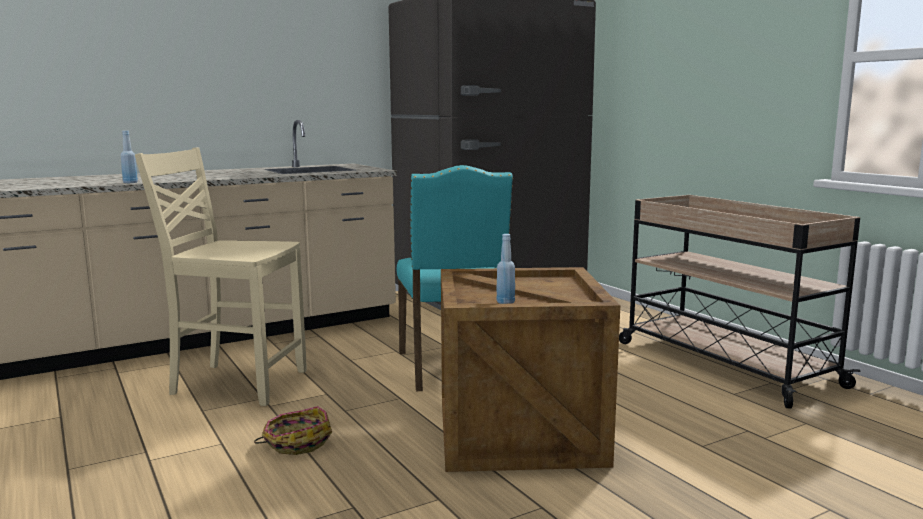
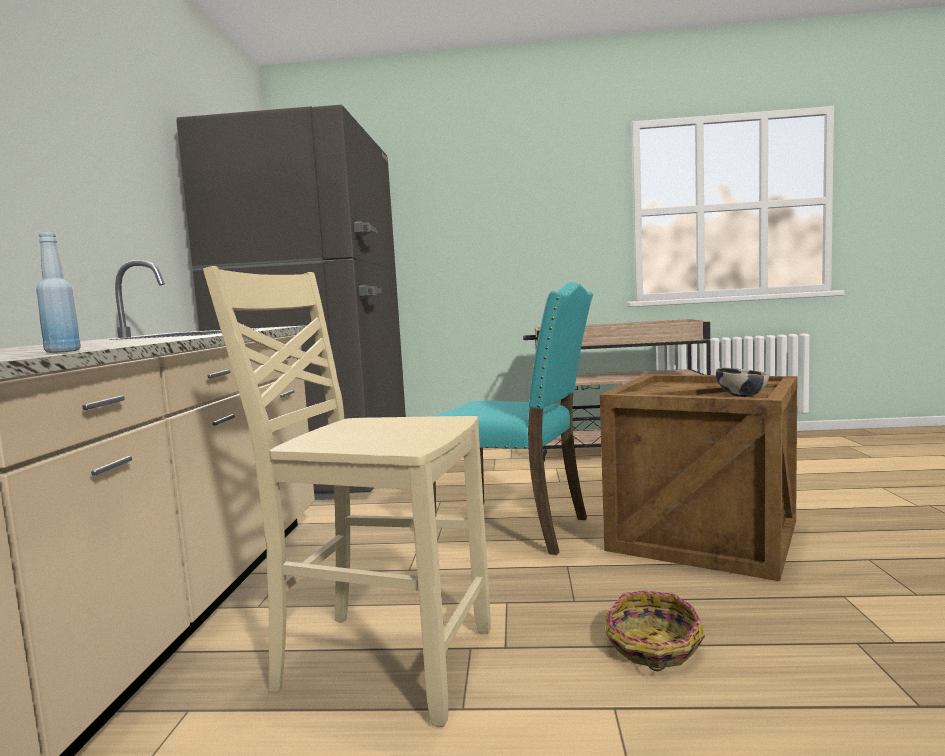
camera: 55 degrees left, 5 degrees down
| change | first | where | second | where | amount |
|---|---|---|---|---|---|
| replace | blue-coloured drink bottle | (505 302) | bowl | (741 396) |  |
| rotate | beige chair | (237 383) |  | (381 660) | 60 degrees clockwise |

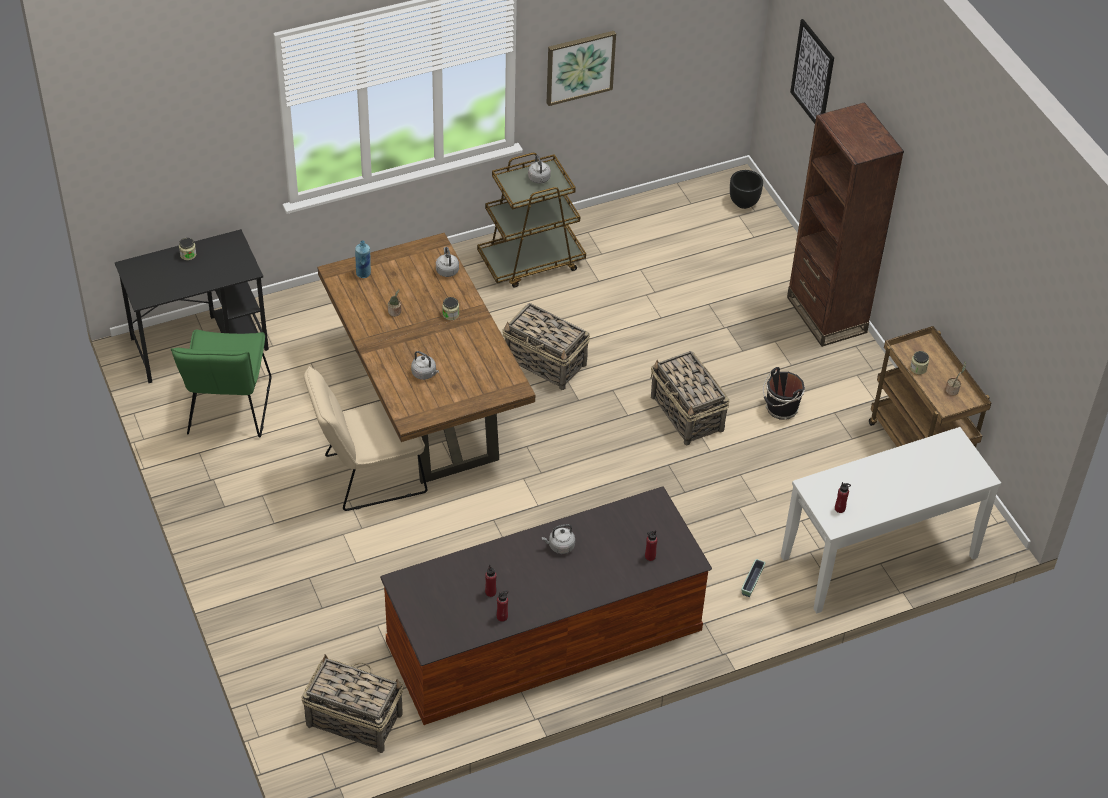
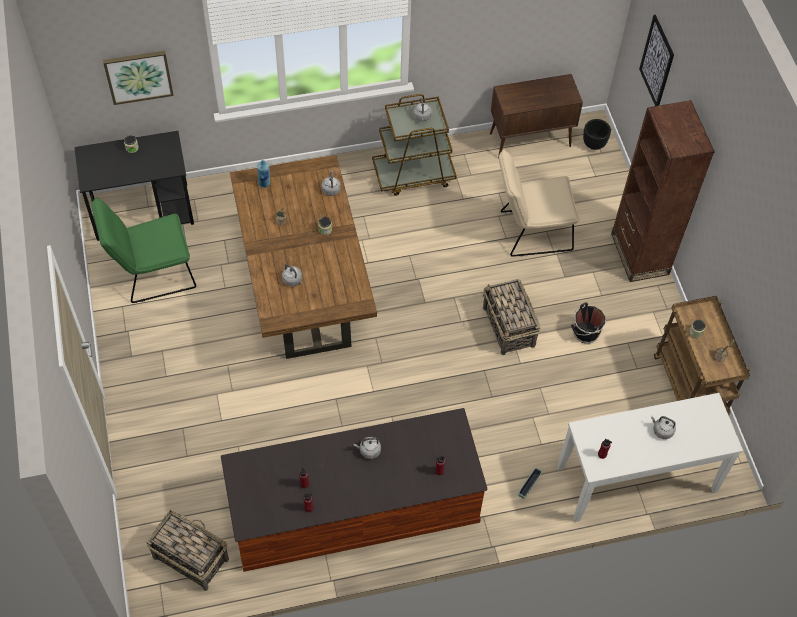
camera: 10 degrees right, 10 degrees up
| change | first | where | second | where | amount |
|---|---|---|---|---|---|
| delete | basket | (546 362) |  |  |  |
| insert |  |  | brownish cabinet | (531 140) |  |
| insert |  |  | gray kettle | (661 430) |  |
| move | beige chair | (367 476) |  | (530 231) |  |
| move | wall art | (579 66) |  | (138 76) |  |
| rotate | green-coloured chair | (228 412) |  | (151 274) | 60 degrees clockwise |

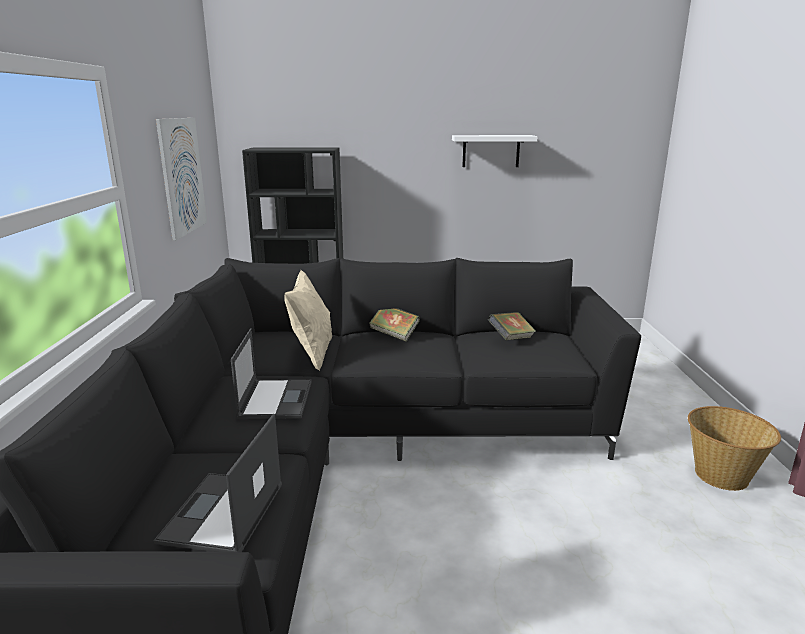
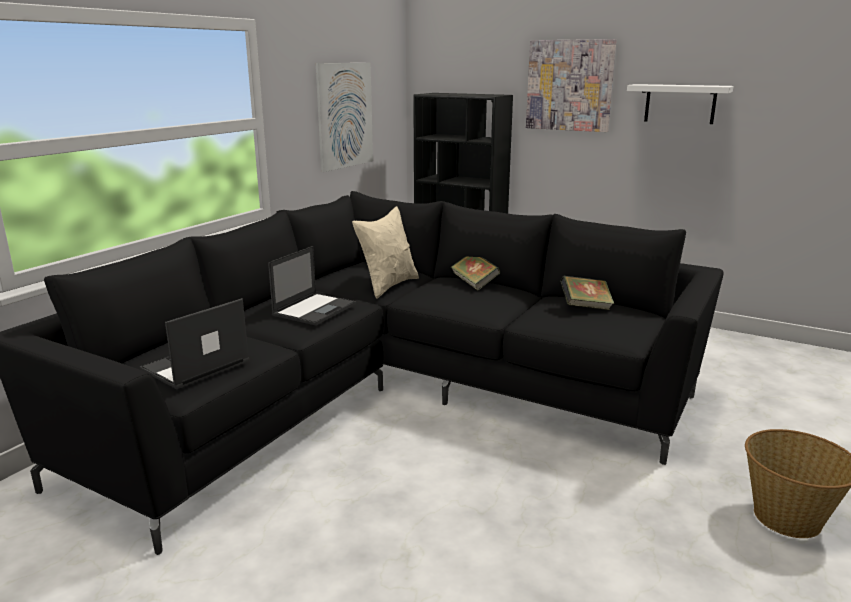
camera: 30 degrees right, 0 degrees up
| change | first | where | second | where | amount |
|---|---|---|---|---|---|
| insert |  |  | wall art | (569 85) |  |

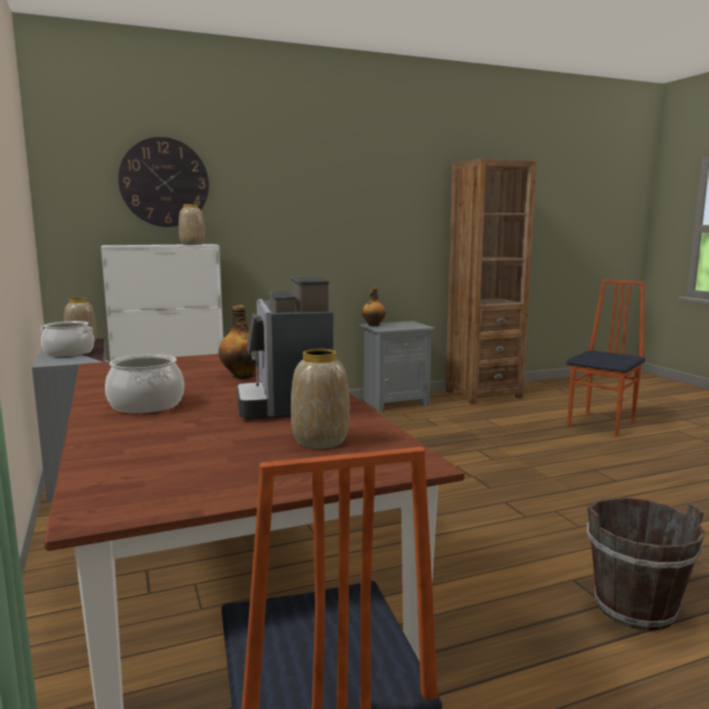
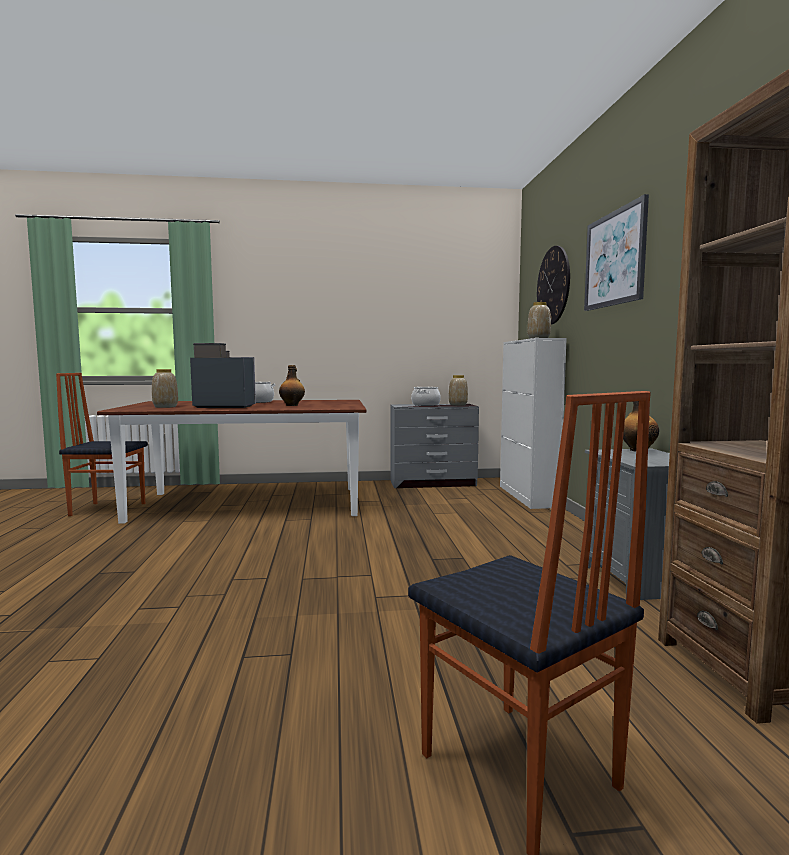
camera: 105 degrees right, 5 degrees down
| change | first | where | second | where | amount |
|---|---|---|---|---|---|
| delete | brownish water bucket | (634 607) |  |  |  |
| insert |  |  | wall art | (614 259) |  |

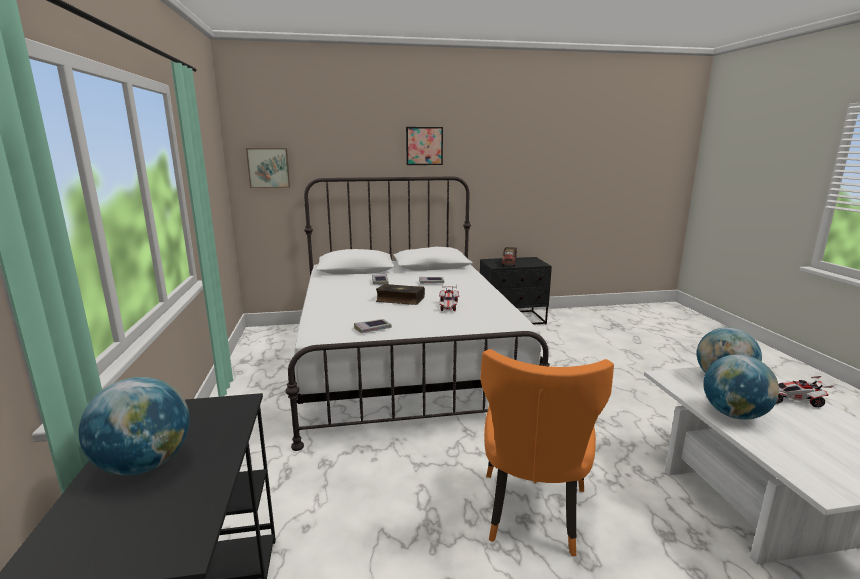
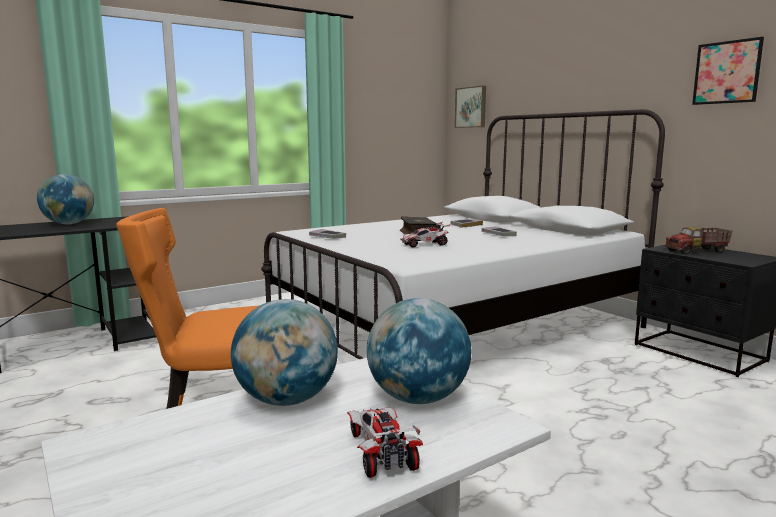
camera: 65 degrees right, 5 degrees down
| change | first | where | second | where | amount |
|---|---|---|---|---|---|
| move | wall art | (424 146) |  | (726 72) |  |

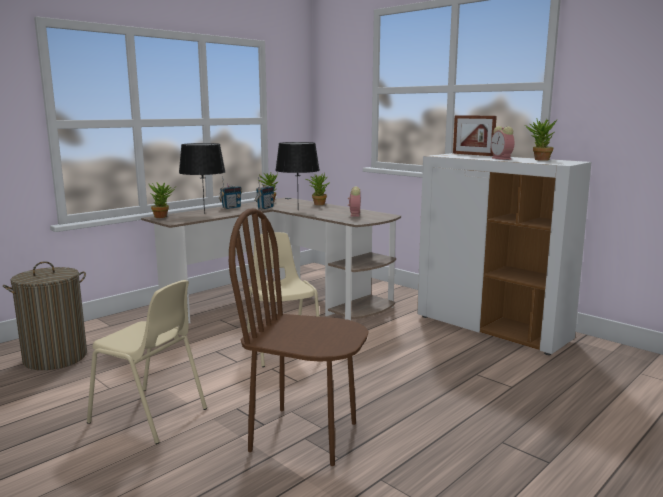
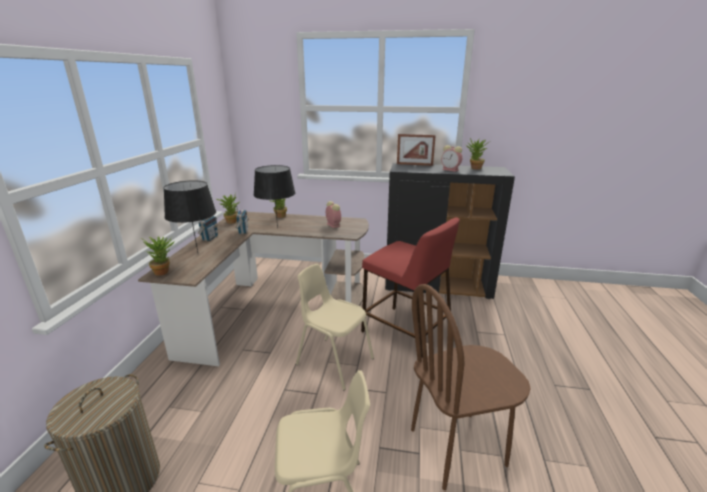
camera: 35 degrees left, 10 degrees up
| change | first | where | second | where | amount |
|---|---|---|---|---|---|
| insert |  |  | red-coloured stool | (405 332) |  |
| recolor | white cabinet | (492 329) | black-coloured cabinet | (438 287) |  |

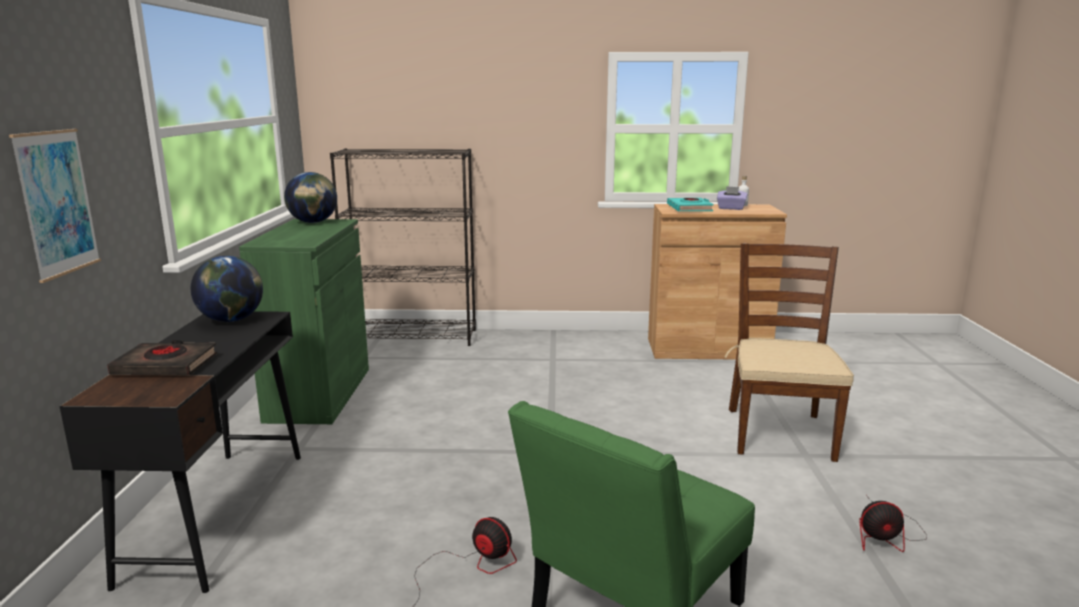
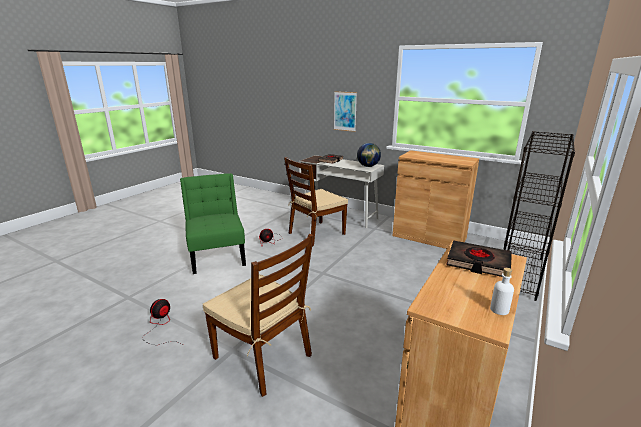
camera: 120 degrees right, 5 degrees up
| change | first | where | second | where | amount |
|---|---|---|---|---|---|
| delete | world globe | (313 222) |  |  |  |
| delete | purplish tissue holder | (731 208) |  |  |  |
| insert |  |  | brownish chair | (316 233) |  |
| recolor | black-coloured desk unit | (219 513) | white desk unit | (340 216) |  |
| recolor | green-coloured cabinet | (319 394) | brownish cabinet | (429 237) |  |
| recolor | blue-green bound book | (689 208) | black-coloured bound book | (478 262) |  |

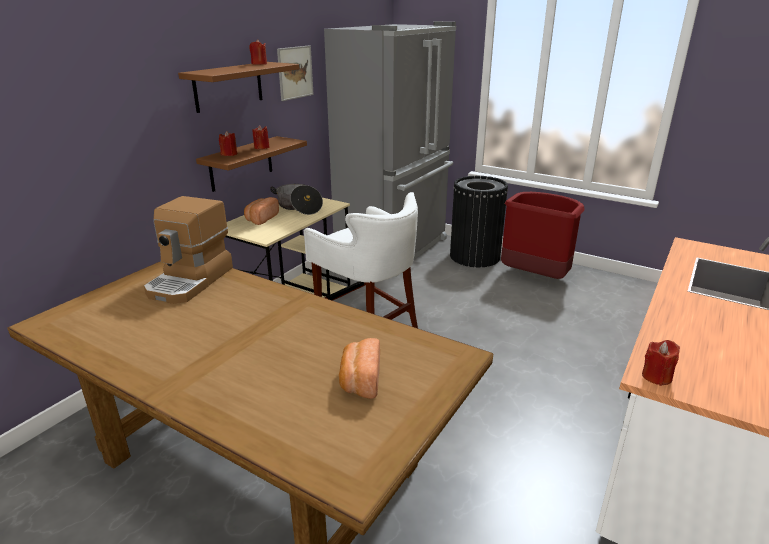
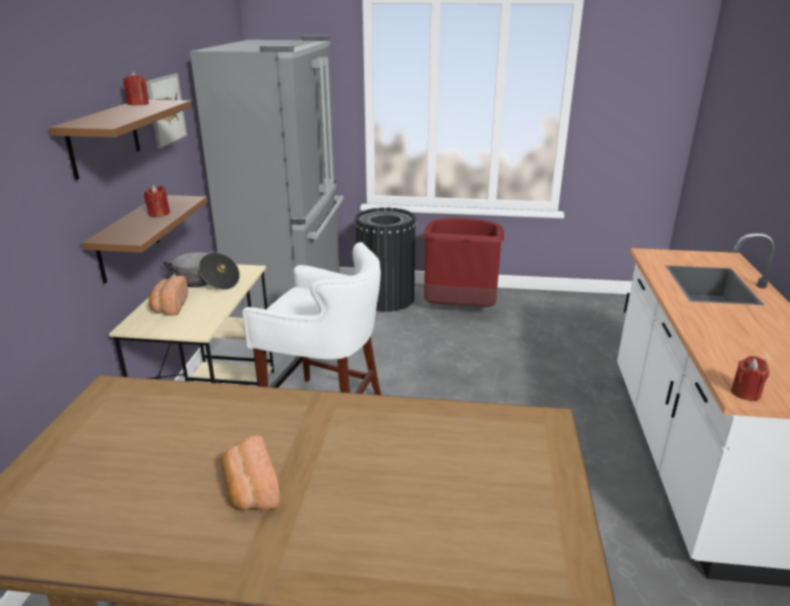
camera: 25 degrees left, 0 degrees up
| change | first | where | second | where | amount |
|---|---|---|---|---|---|
| delete | coffee maker | (191 281) |  |  |  |
| delete | red-coloured candle | (229 154) |  |  |  |
| move | bakery bread | (360 380) |  | (250 490) |  |

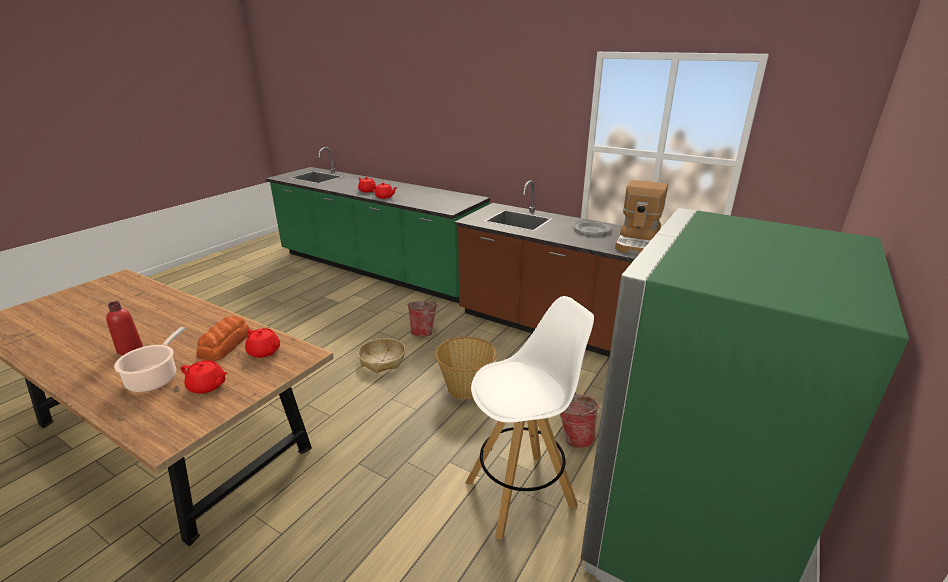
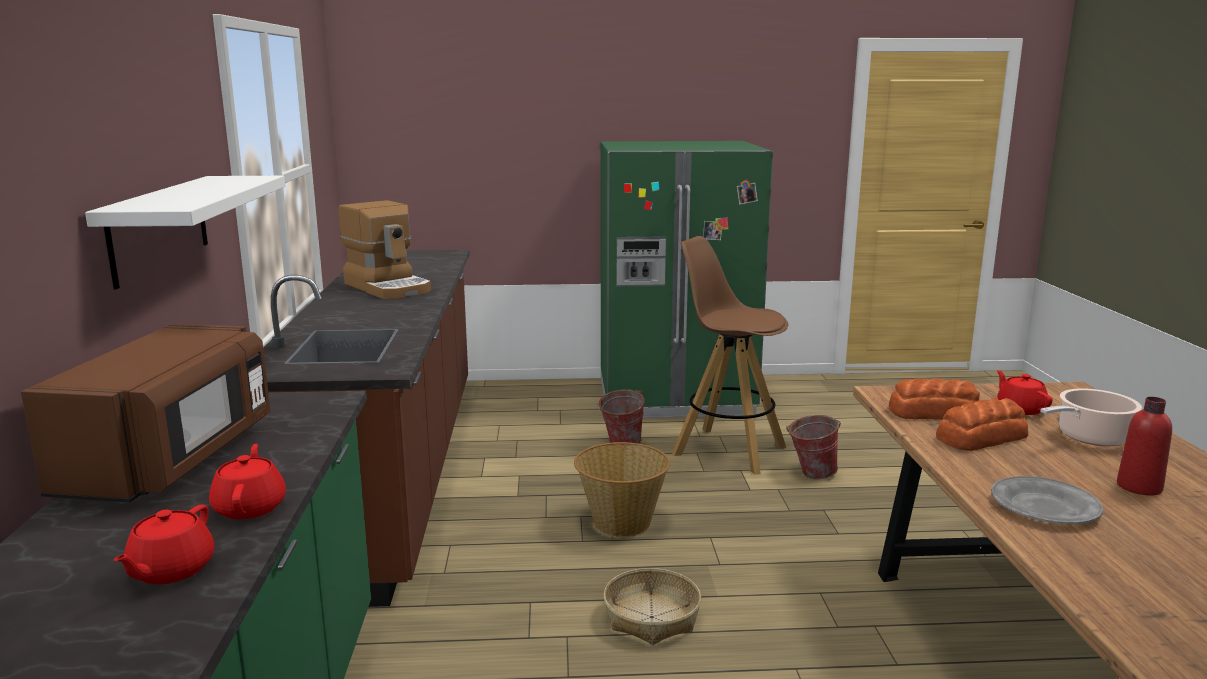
camera: 125 degrees left, 10 degrees down
| change | first | where | second | where | amount |
|---|---|---|---|---|---|
| insert |  |  | brownish microwave | (172 459) |  |
| insert |  |  | white bracket shelf | (159 228) |  |
| move | water bucket | (424 332) |  | (810 474) |  |
| move | gray flat dish | (591 229) |  | (1044 507) |  |
| replace | red-coloured teapot | (264 352) | bakery bread | (933 412) |  |
| recolor | white stool | (521 493) | brownish stool | (728 450) |  |
| rotate | coffee maker | (638 242) |  | (389 287) | 60 degrees clockwise |

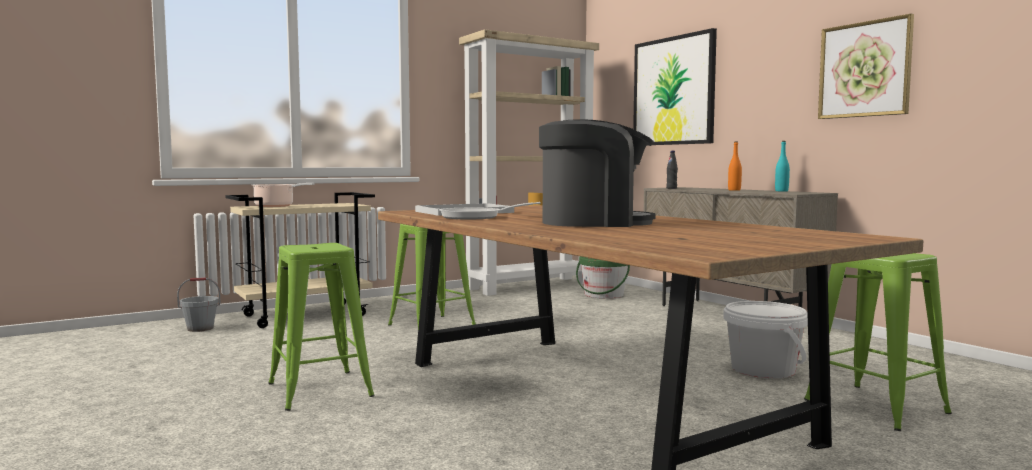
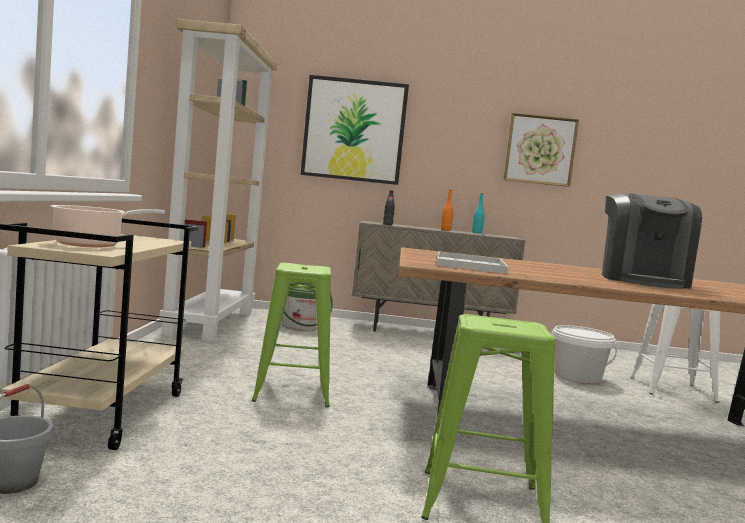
camera: 55 degrees left, 0 degrees up
| change | first | where | second | where | amount |
|---|---|---|---|---|---|
| delete | pan | (476 217) |  |  |  |
| recolor | green-coloured stool | (874 406) | white stool | (671 389) |  |
| rotate | coffee maker | (594 222) |  | (642 281) | 150 degrees clockwise |

